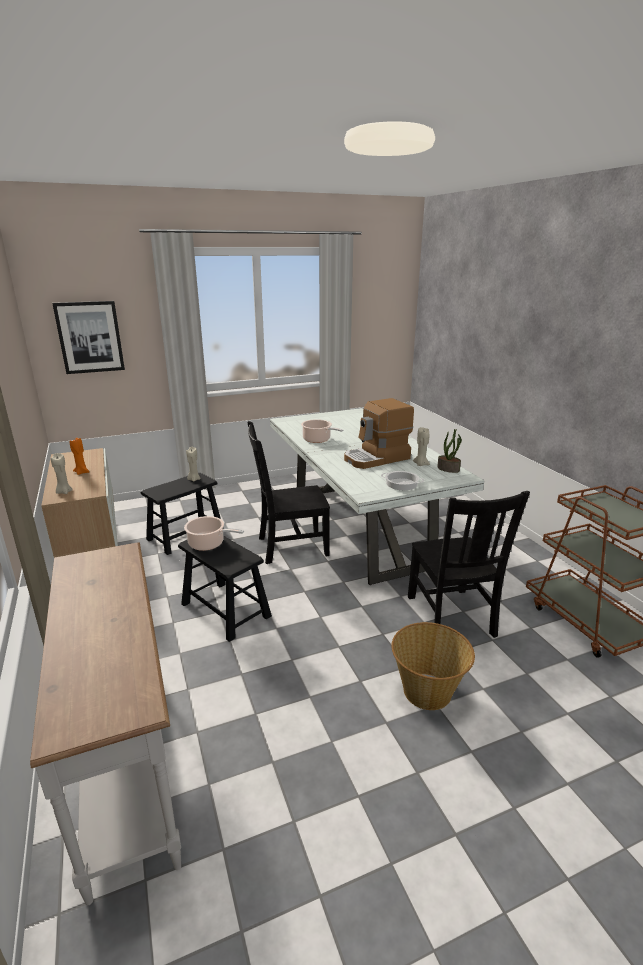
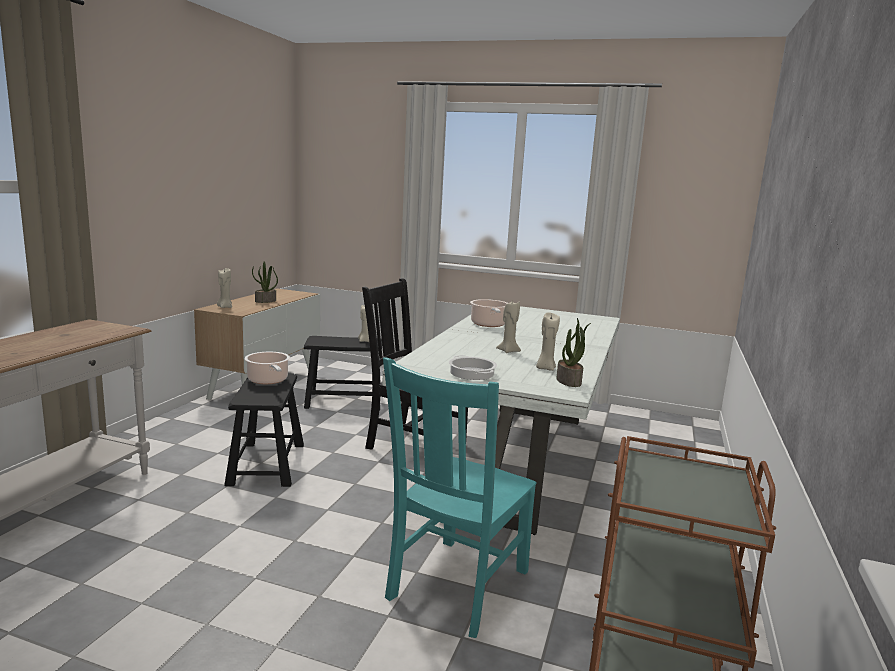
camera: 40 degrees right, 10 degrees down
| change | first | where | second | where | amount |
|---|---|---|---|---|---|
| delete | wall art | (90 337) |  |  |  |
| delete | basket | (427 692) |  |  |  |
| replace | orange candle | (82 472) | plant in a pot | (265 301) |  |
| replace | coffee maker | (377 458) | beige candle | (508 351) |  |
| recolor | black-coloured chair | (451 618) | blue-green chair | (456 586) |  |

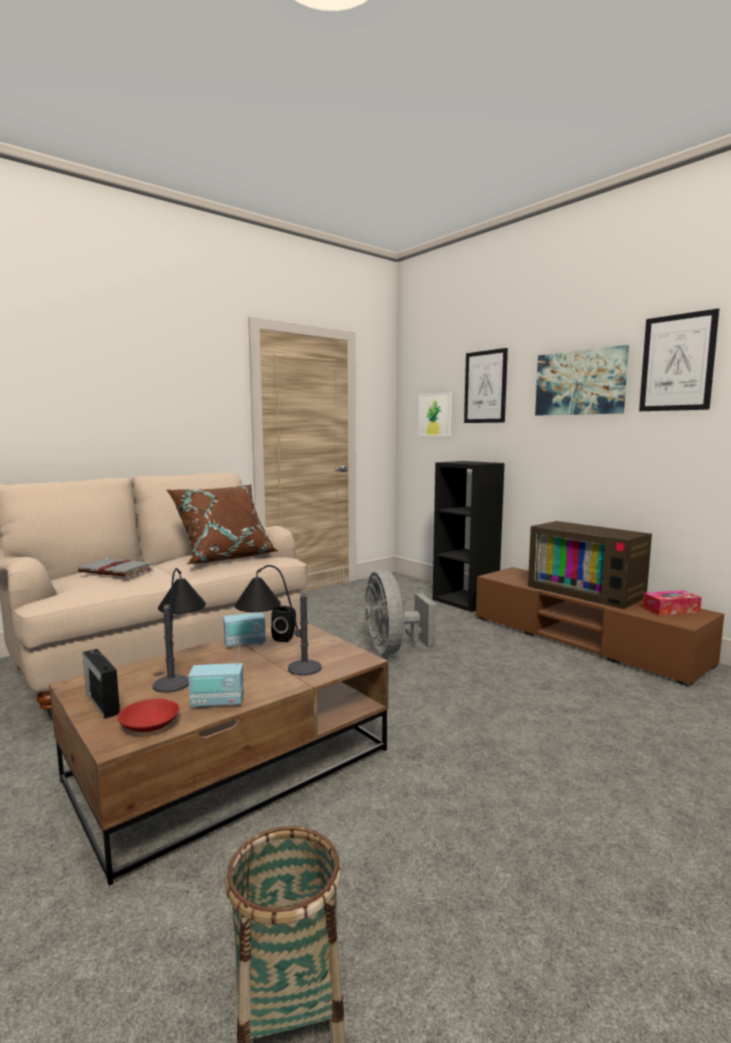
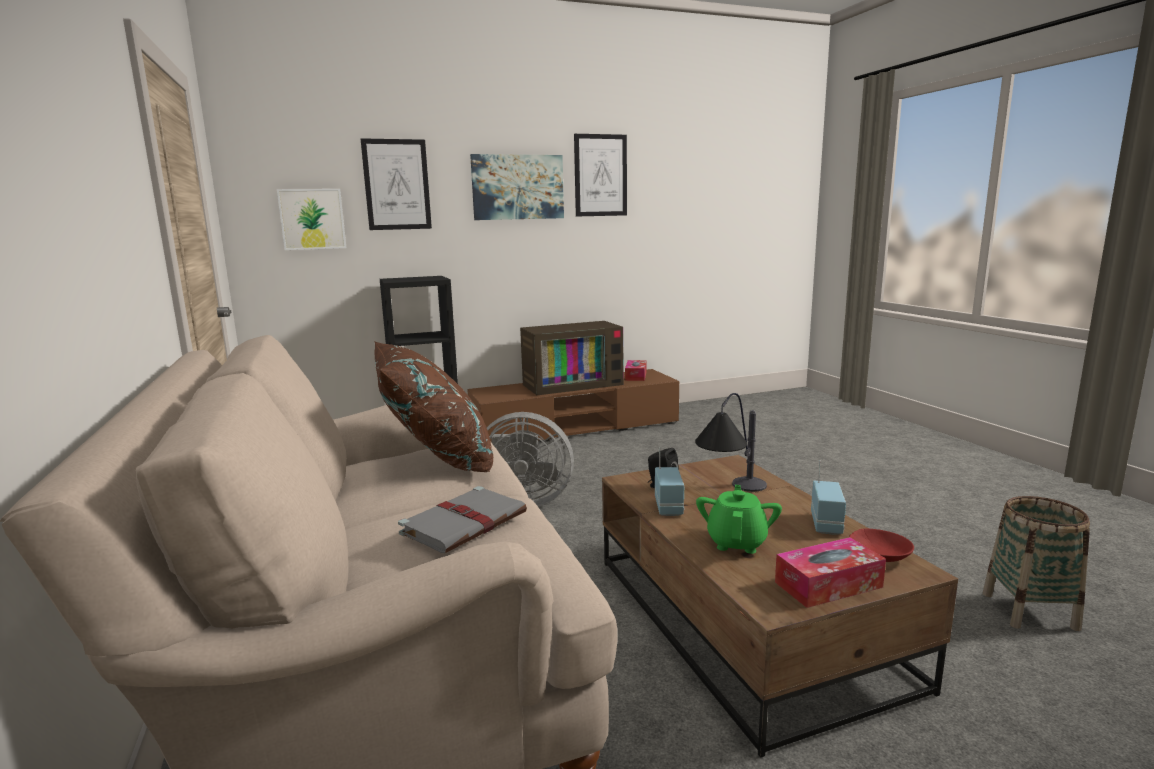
camera: 70 degrees left, 5 degrees up
| change | first | where | second | where | amount |
|---|---|---|---|---|---|
| replace | radio receiver | (102 702) | tissue holder | (828 585) |  |
| replace | tabletop lamp | (180 669) | green-coloured teapot | (737 542) |  |

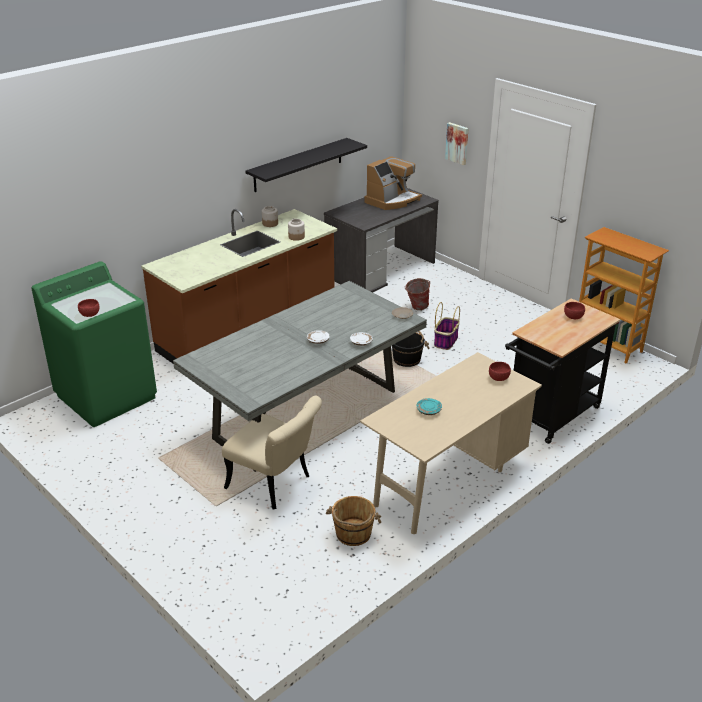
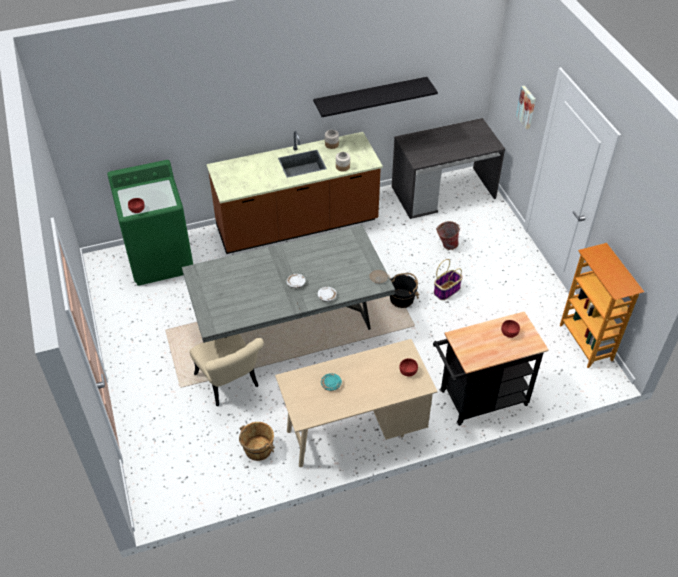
camera: 25 degrees right, 15 degrees up
| change | first | where | second | where | amount |
|---|---|---|---|---|---|
| delete | coffee maker | (392 201) |  |  |  |

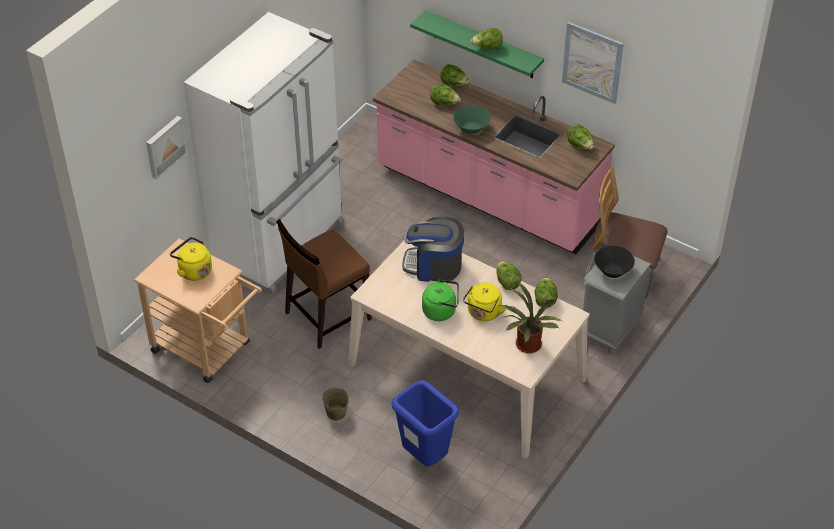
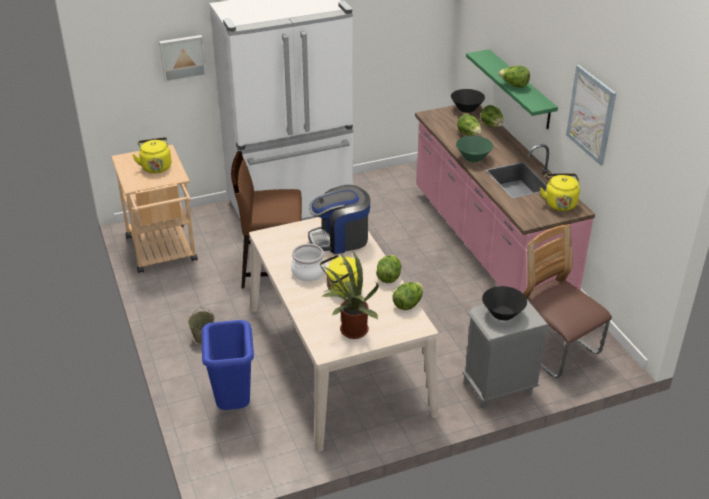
camera: 35 degrees right, 10 degrees down
| change | first | where | second | where | amount |
|---|---|---|---|---|---|
| insert |  |  | black-coloured bowl | (466 109) |  |
| replace | green-coloured kettle | (441 311) | stockpot | (308 272) |  |
| replace | head of lettuce | (580 146) | yellow kettle | (559 203) |  |
| rotate | coffee maker | (433 266) |  | (340 239) | 60 degrees counterclockwise |

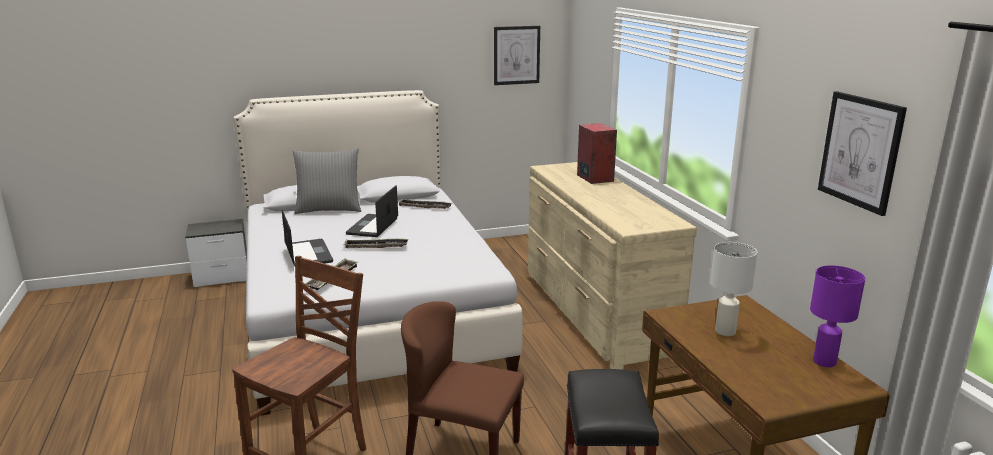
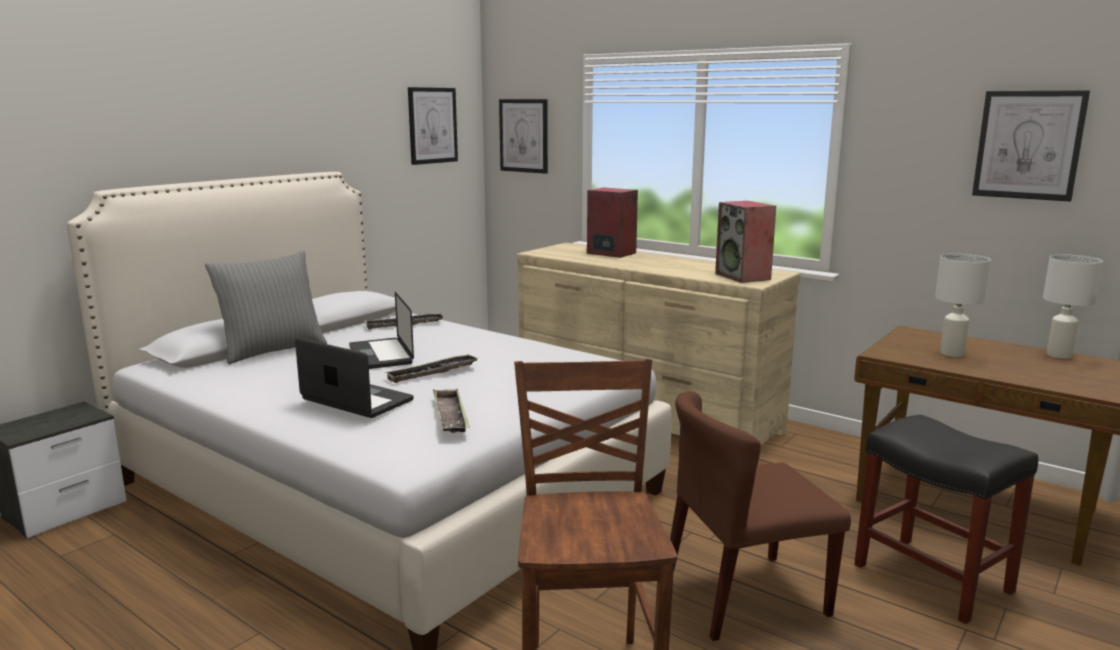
camera: 35 degrees left, 5 degrees down
| change | first | where | second | where | amount |
|---|---|---|---|---|---|
| insert |  |  | wall art | (524 135) |  |
| insert |  |  | speaker | (743 276) |  |
| recolor | purplish tabletop lamp | (825 362) | white tabletop lamp | (1059 355) |  |

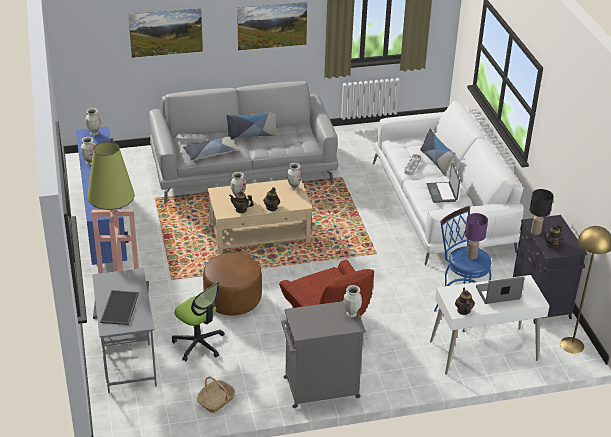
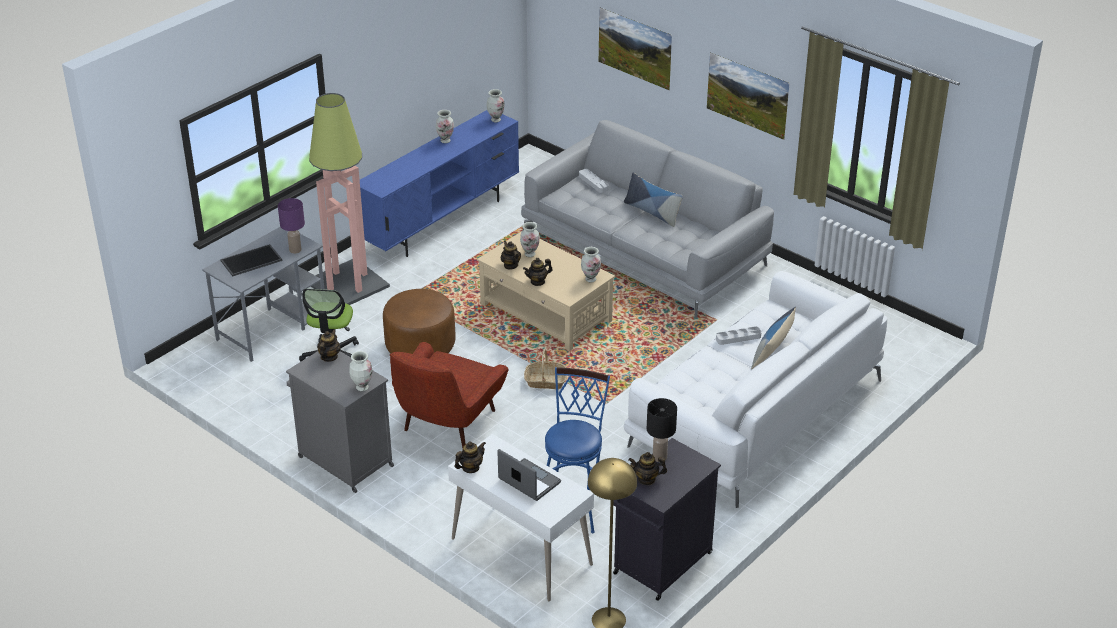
camera: 55 degrees right, 0 degrees up
| change | first | where | second | where | amount |
|---|---|---|---|---|---|
| delete | cushion | (210 153) |  |  |  |
| delete | portable computer | (442 193) |  |  |  |
| insert |  |  | teapot | (329 357) |  |
| move | basket | (216 401) |  | (545 381) |  |
| move | purplish tabletop lamp | (472 256) |  | (295 250) |  |

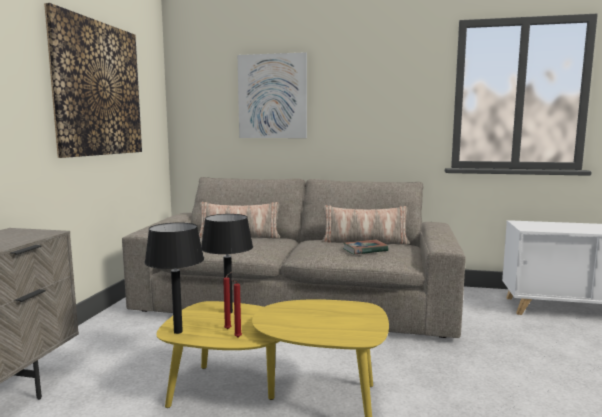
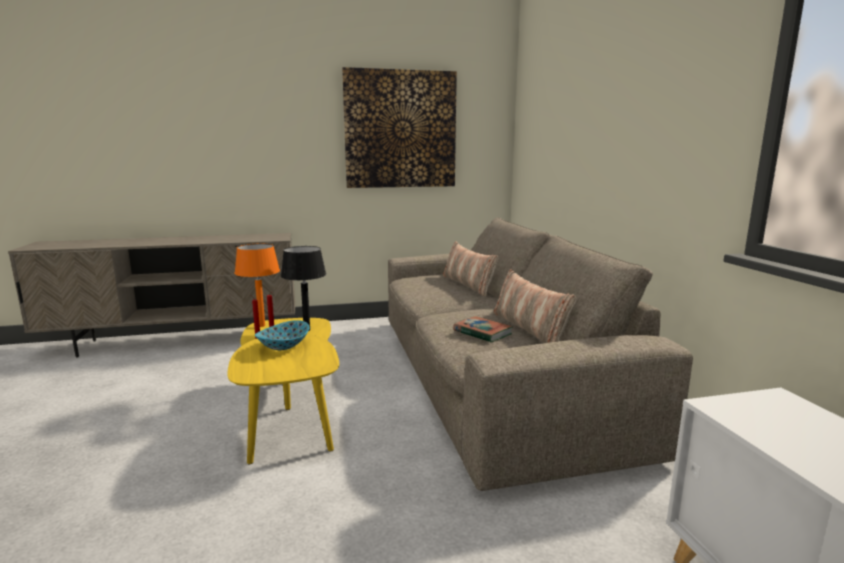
camera: 65 degrees right, 5 degrees up
| change | first | where | second | where | amount |
|---|---|---|---|---|---|
| delete | wall art | (272 96) |  |  |  |
| insert |  |  | bowl | (284 346) |  |
| recolor | black-coloured tabletop lamp | (178 332) | orange tabletop lamp | (261 325) |  |

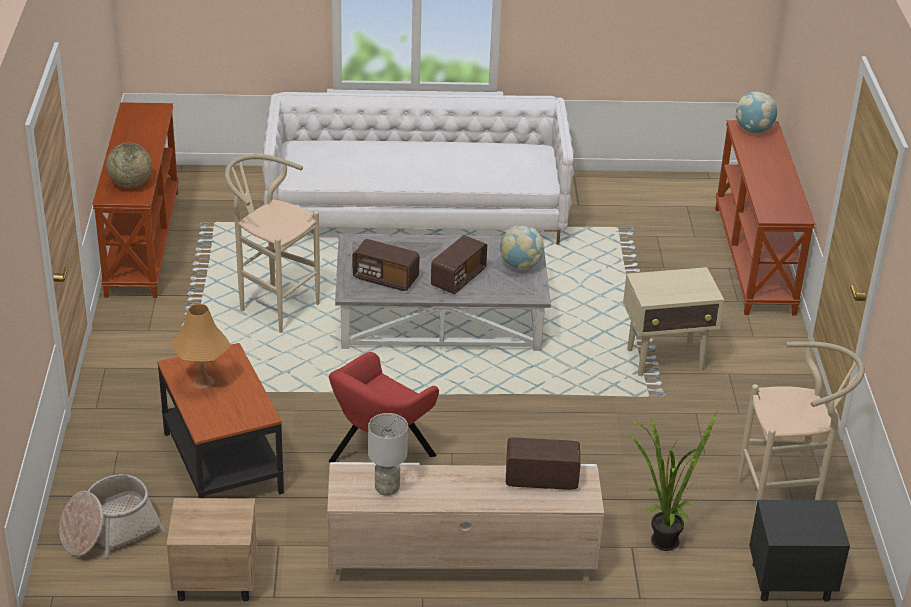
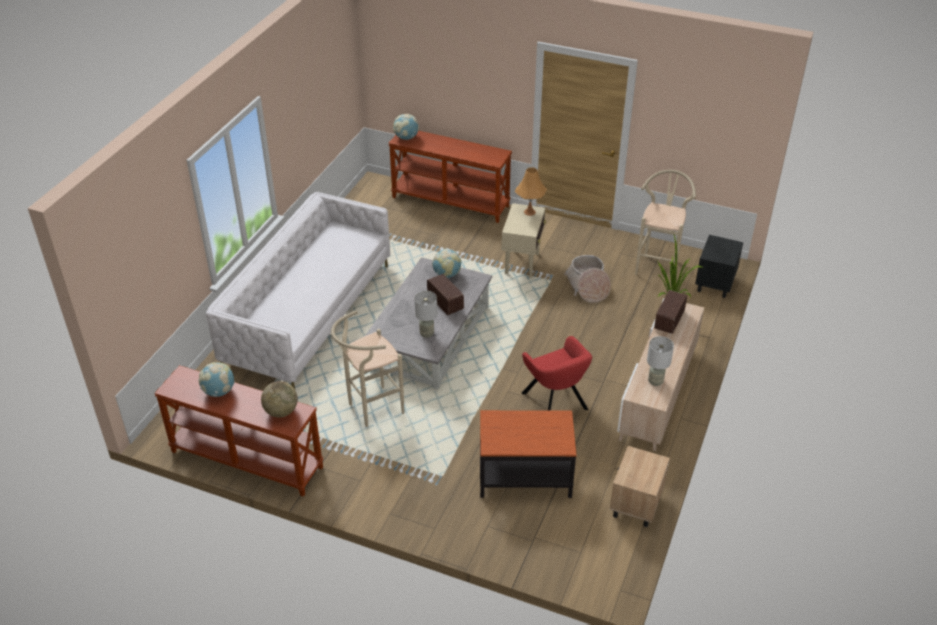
camera: 65 degrees left, 5 degrees up
| change | first | where | second | where | amount |
|---|---|---|---|---|---|
| insert |  |  | world globe | (219 392) |  |
| move | basket | (109 531) |  | (587 287) |  |
| move | orange tabletop lamp | (203 382) |  | (529 212) |  |
| replace | radio receiver | (385 279) | gray tabletop lamp | (426 333) |  |

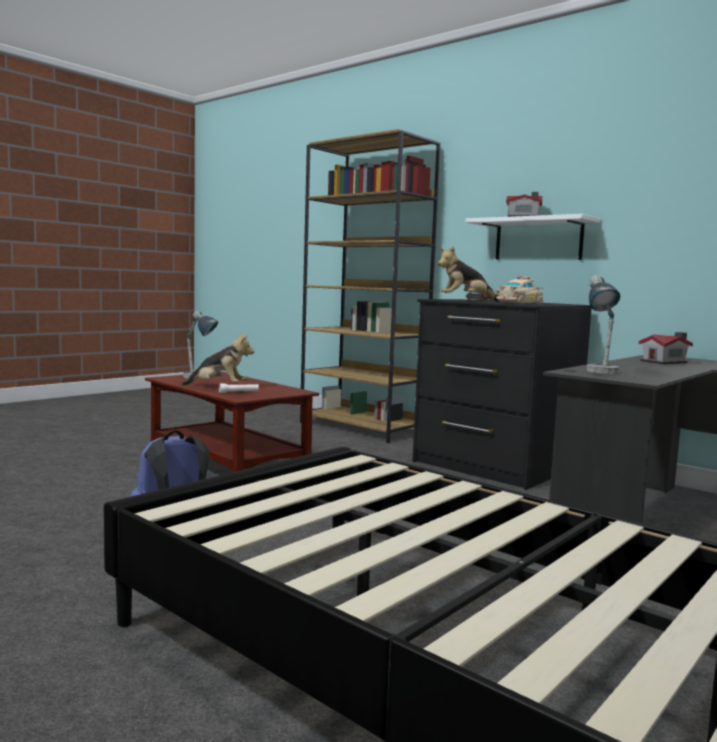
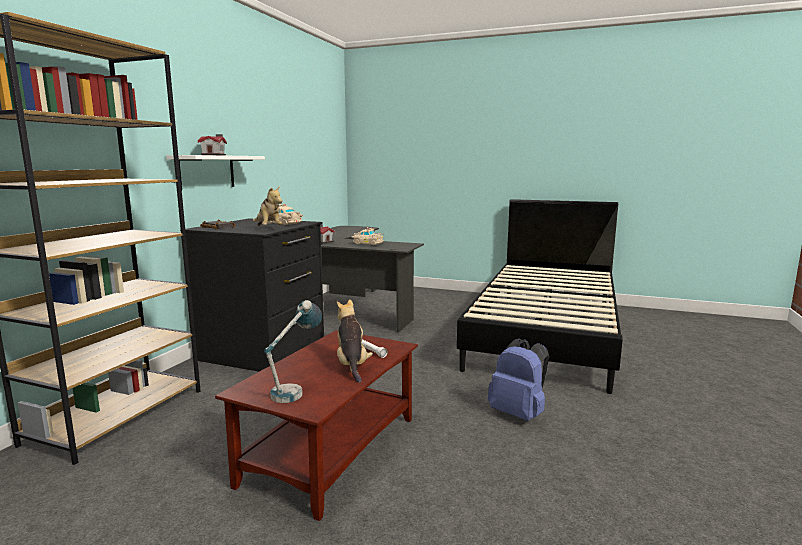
camera: 110 degrees left, 5 degrees up
| change | first | where | second | where | amount |
|---|---|---|---|---|---|
| delete | tabletop lamp | (600 373) |  |  |  |
| insert |  |  | beige toy car | (367 243) |  |

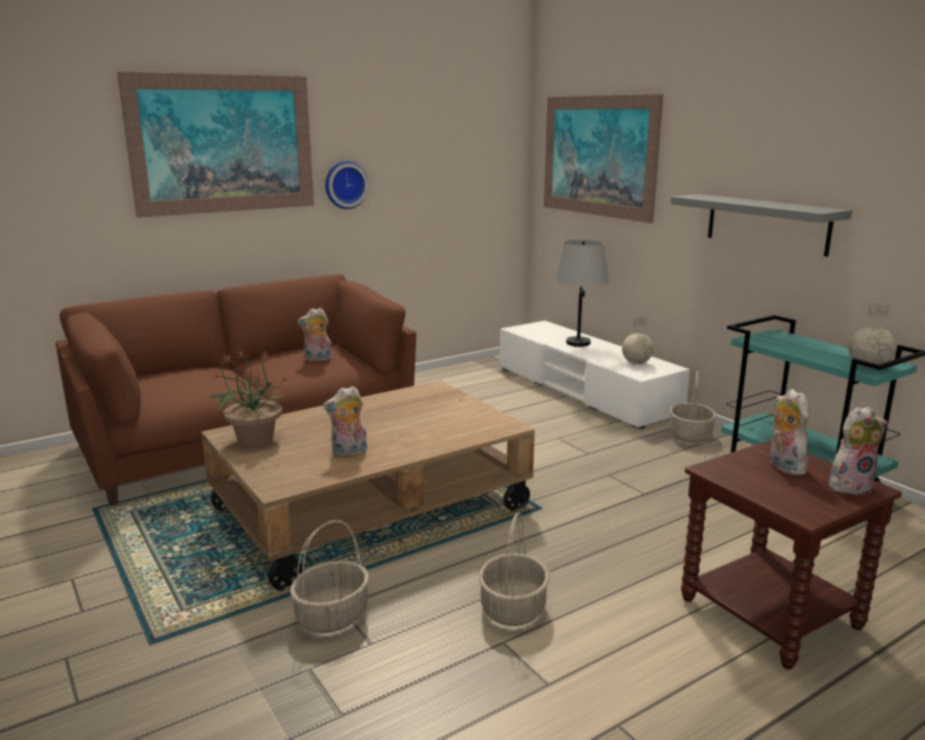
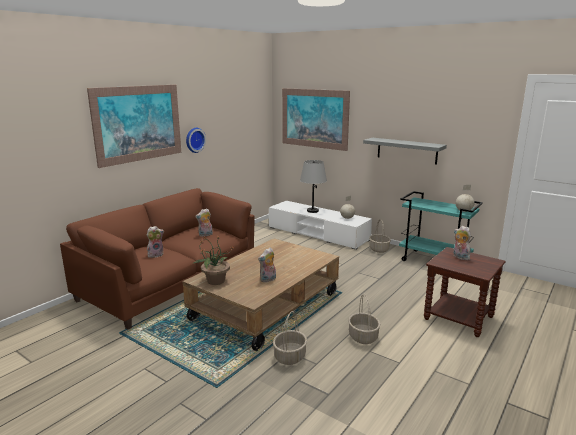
camera: 20 degrees left, 0 degrees up
| change | first | where | second | where | amount |
|---|---|---|---|---|---|
| move | cuddly toy | (850 486) |  | (156 254) |  |

